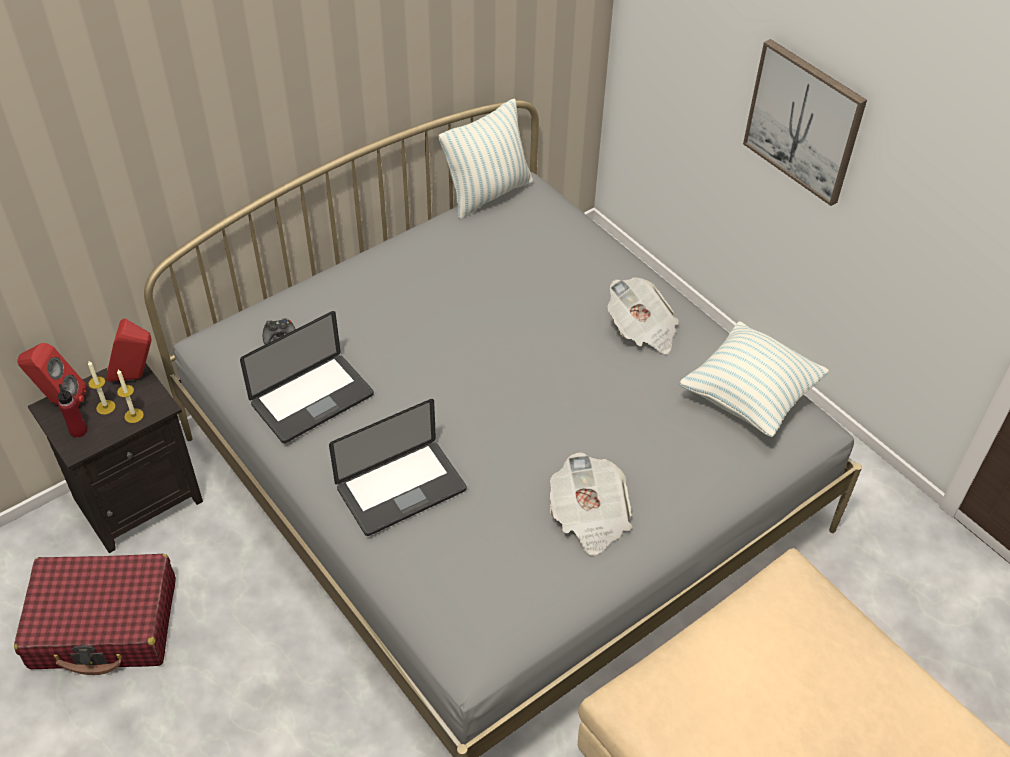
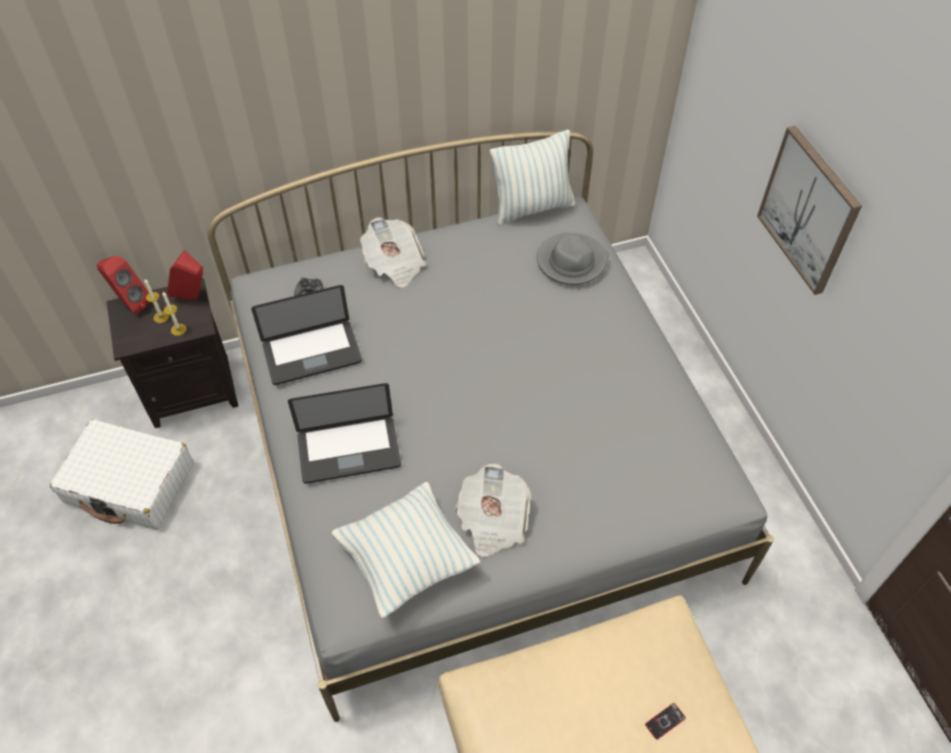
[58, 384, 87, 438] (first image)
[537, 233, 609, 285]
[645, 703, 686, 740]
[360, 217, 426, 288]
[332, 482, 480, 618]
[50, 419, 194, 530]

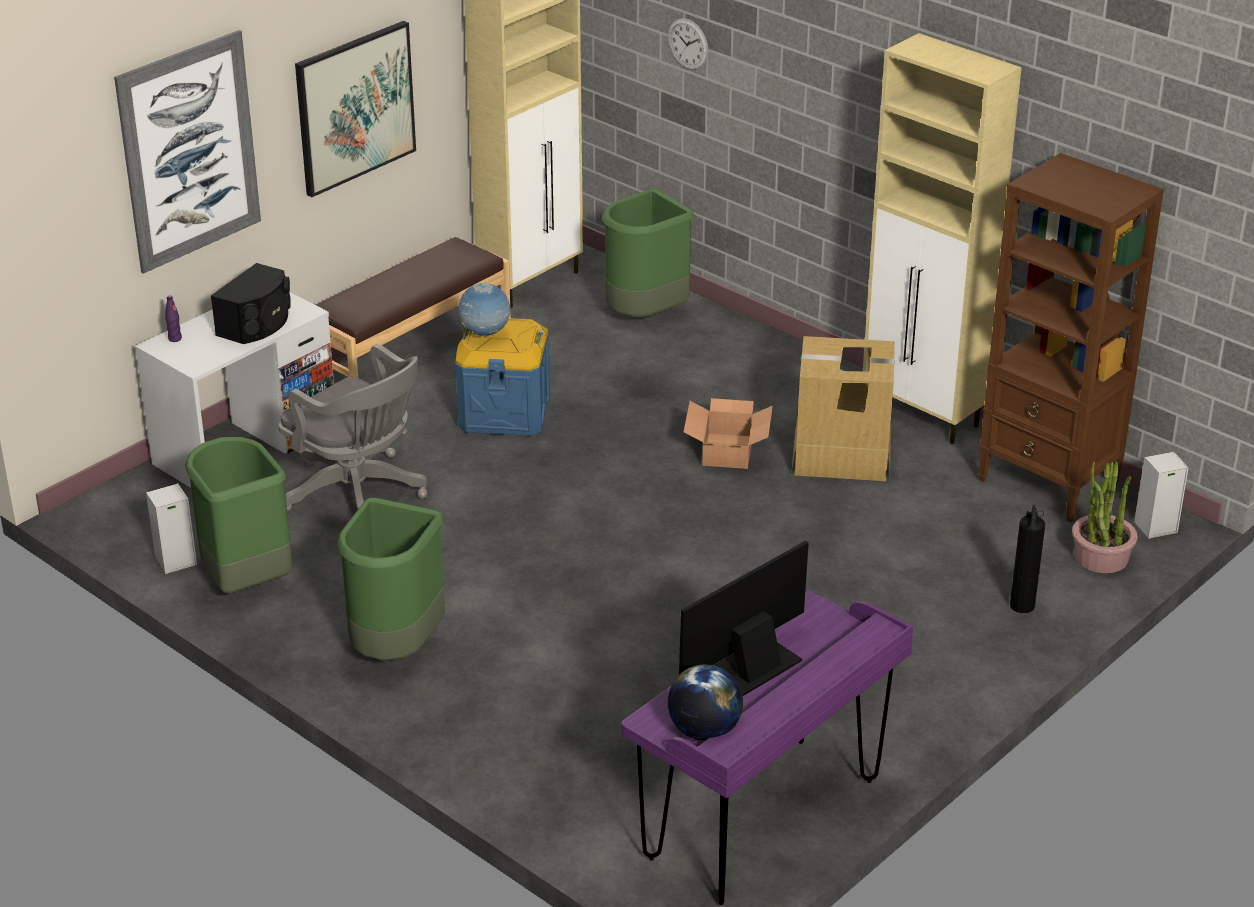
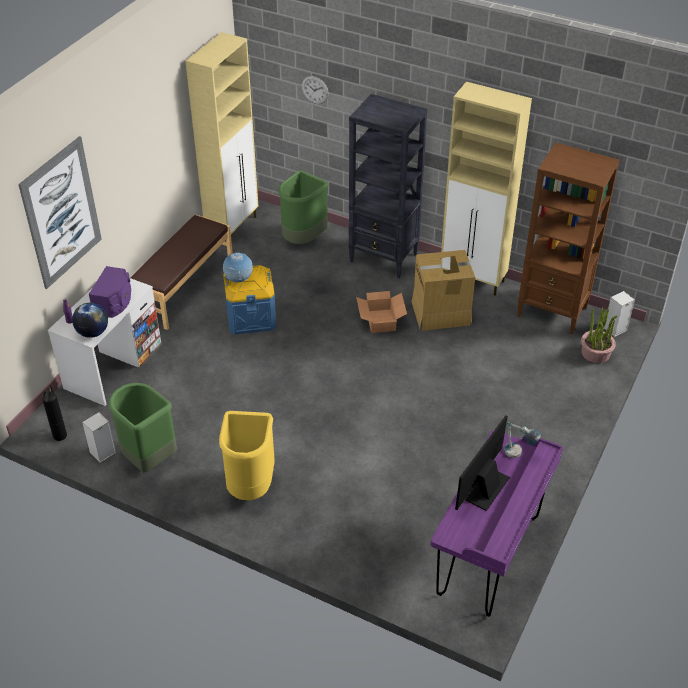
[278, 344, 427, 512] (first image)
[295, 21, 416, 197] (first image)
[349, 94, 428, 278]
[504, 422, 541, 458]
[72, 303, 108, 338]
[42, 385, 67, 441]
[89, 266, 131, 318]
[219, 411, 275, 500]

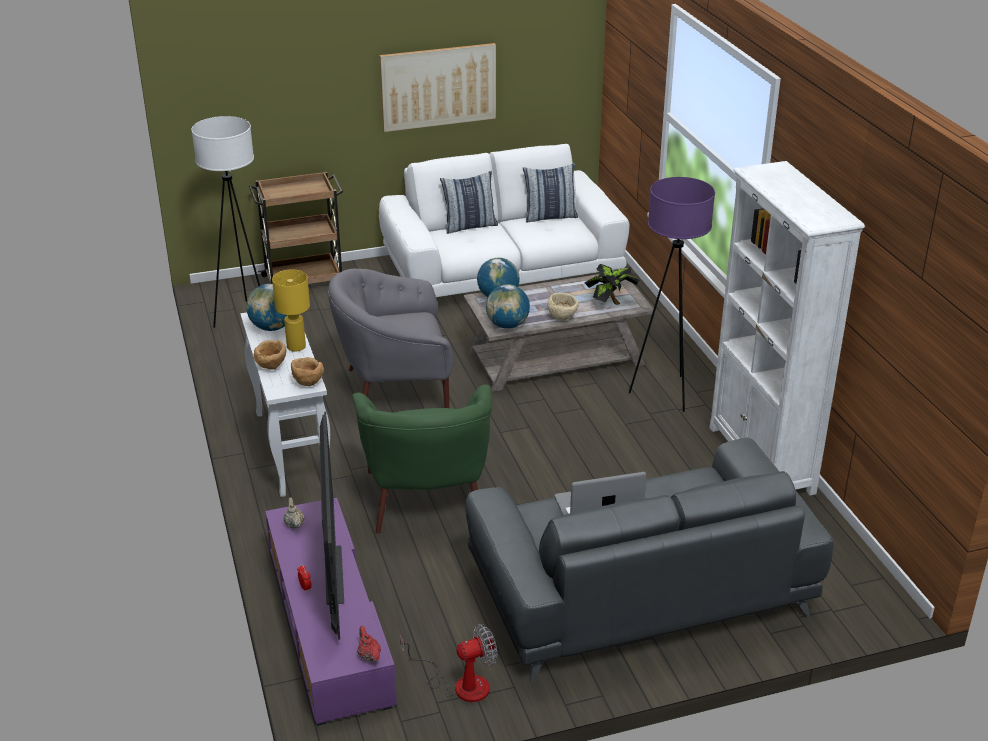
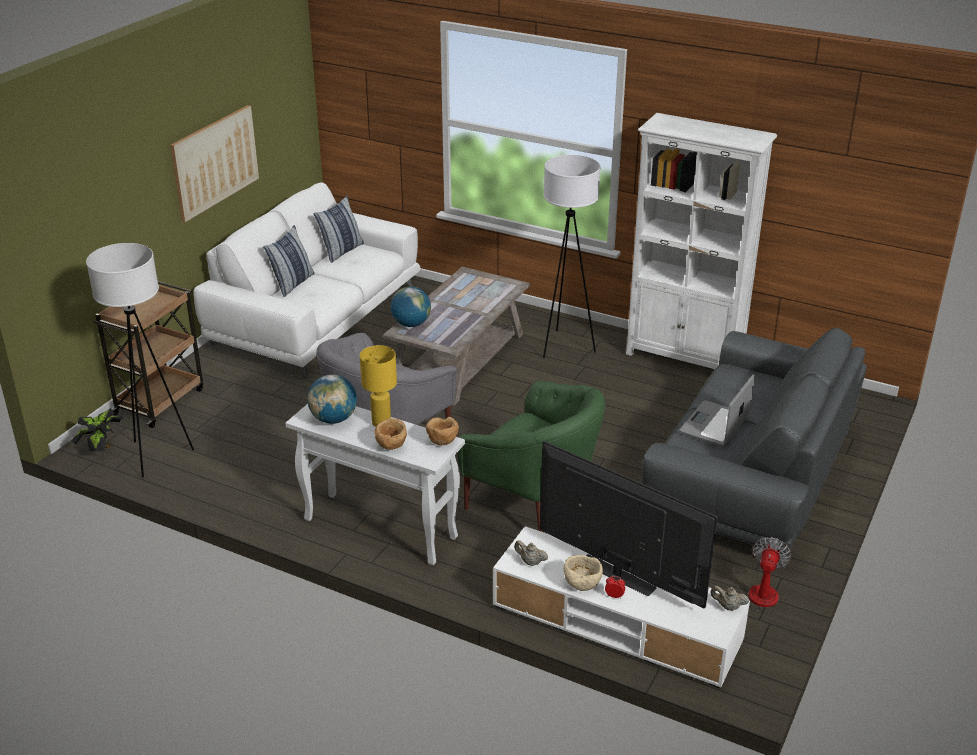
[486, 285, 530, 329] (first image)
[564, 555, 603, 591]
[71, 408, 124, 452]
[493, 526, 750, 689]
[710, 586, 749, 611]
[543, 155, 601, 358]

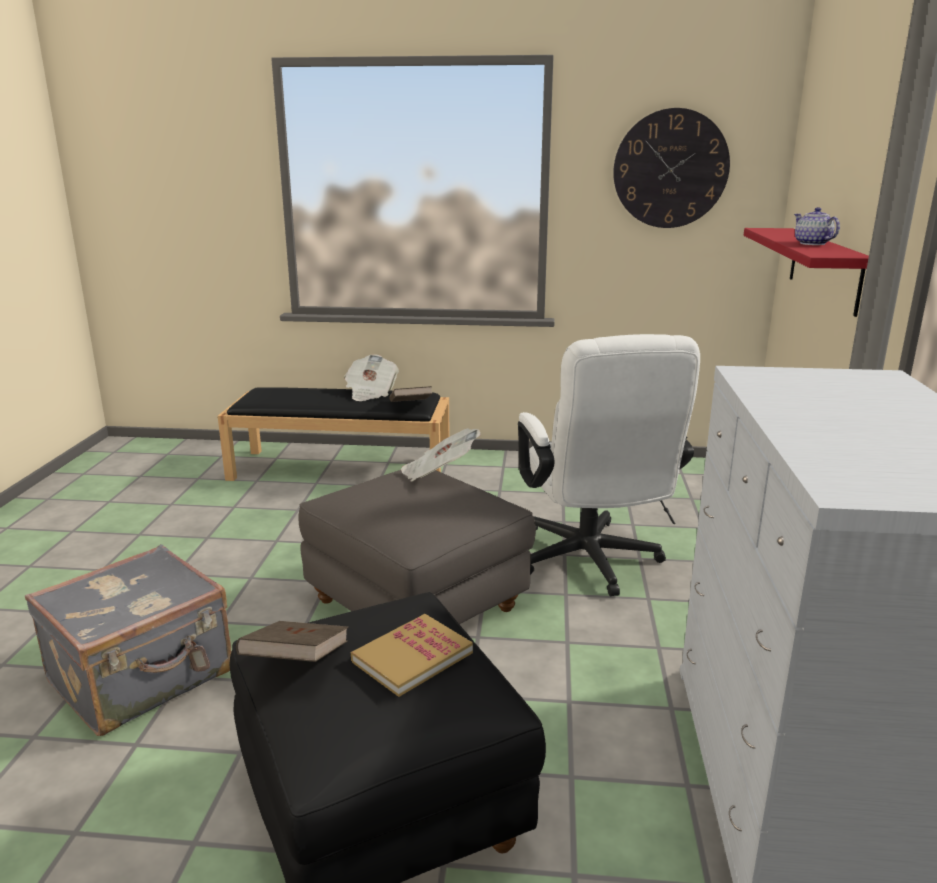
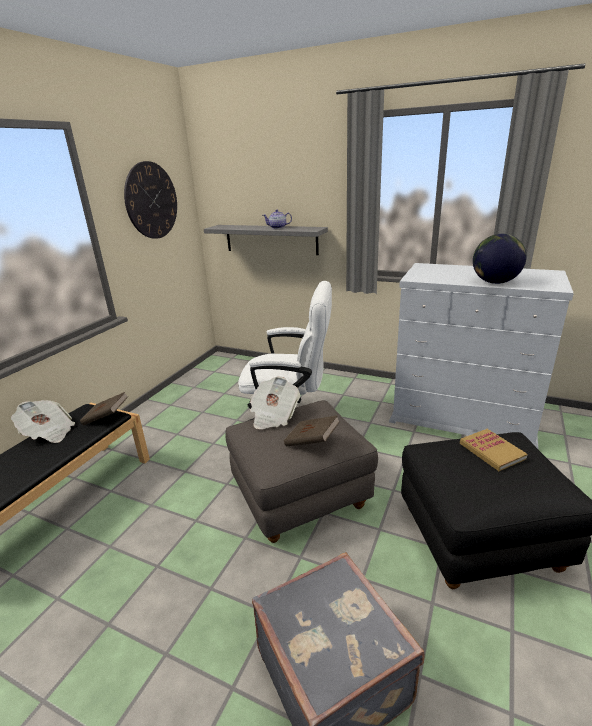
[473, 234, 526, 284]
[284, 415, 340, 446]
[204, 225, 328, 255]

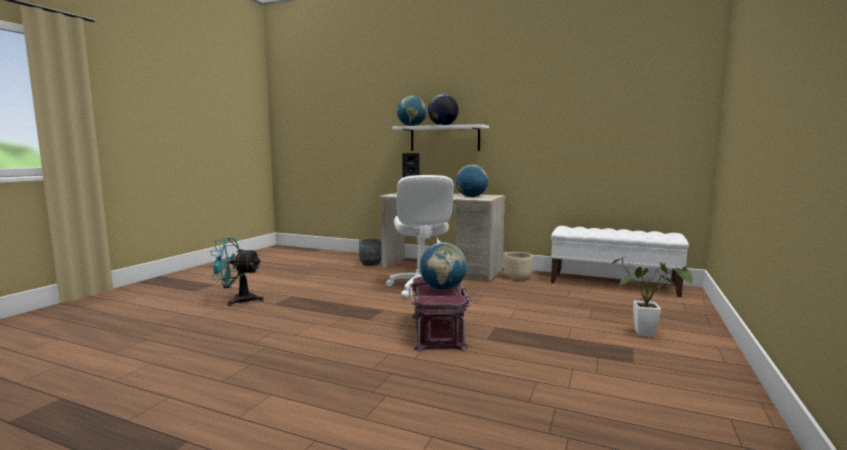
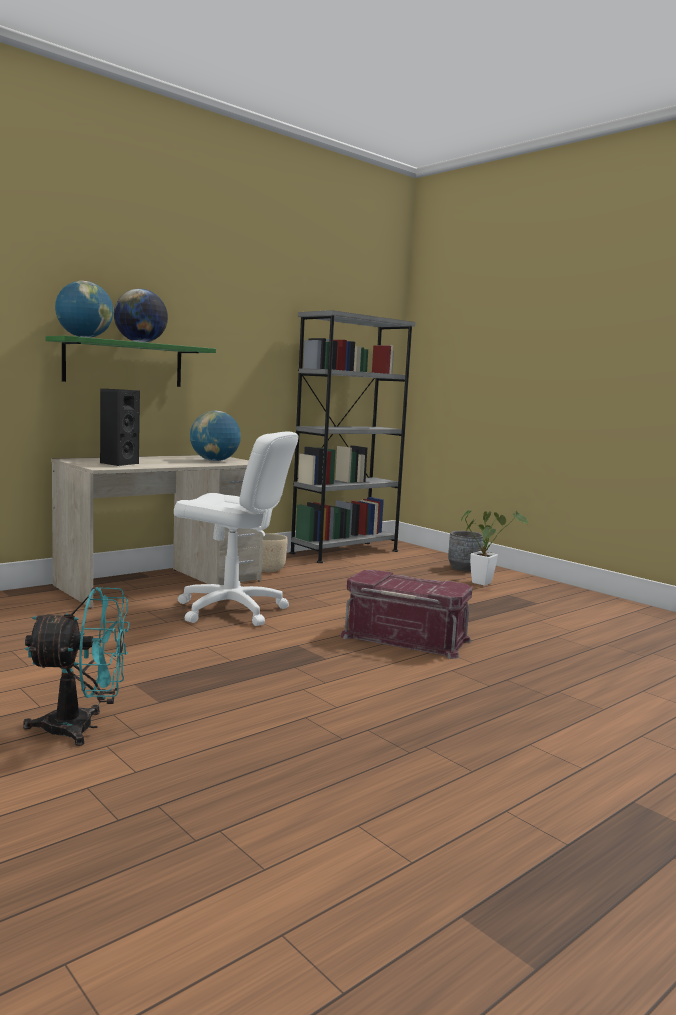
[420, 242, 467, 290] (first image)
[448, 531, 484, 572]
[289, 310, 416, 563]
[45, 336, 216, 387]
[23, 587, 130, 746]

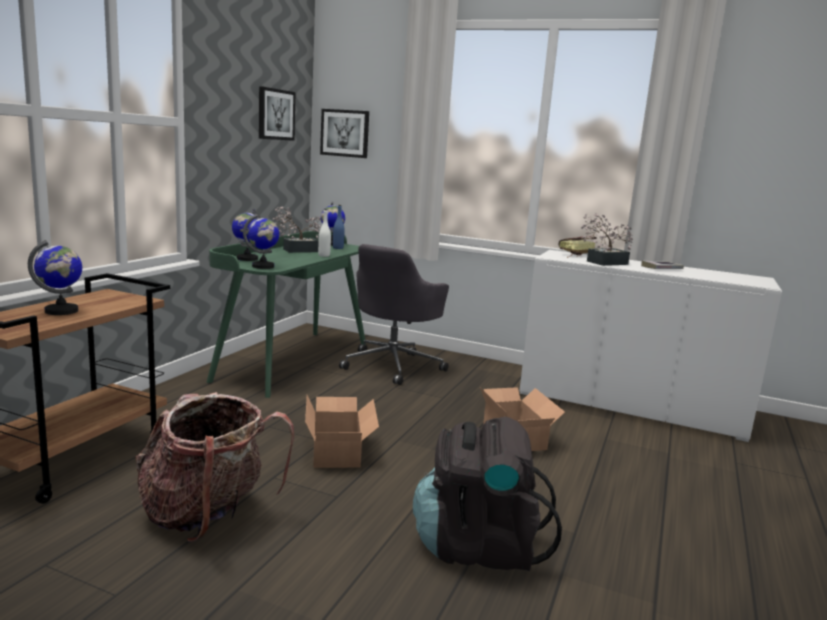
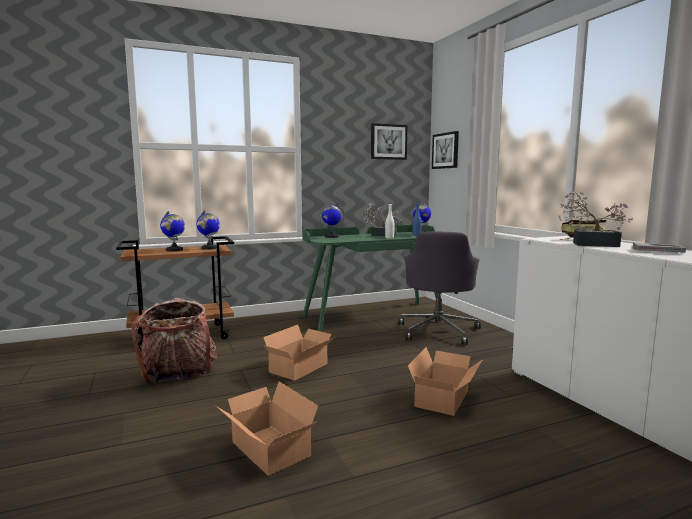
[196, 210, 220, 250]
[216, 382, 318, 476]
[399, 232, 481, 345]

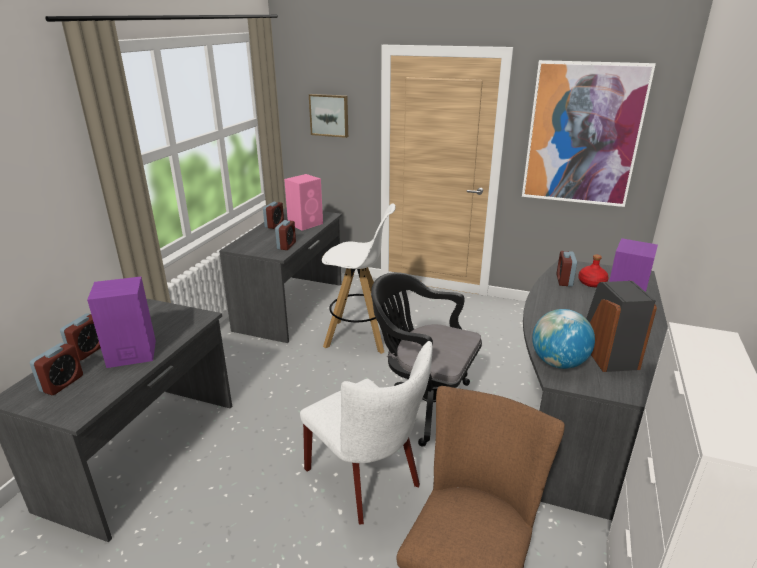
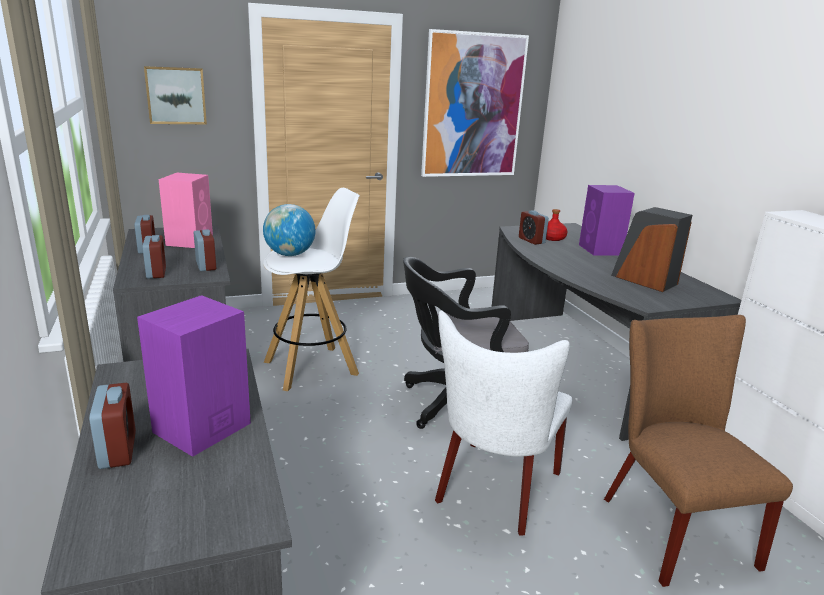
[142, 235, 166, 279]
[263, 204, 316, 256]
[435, 311, 573, 536]

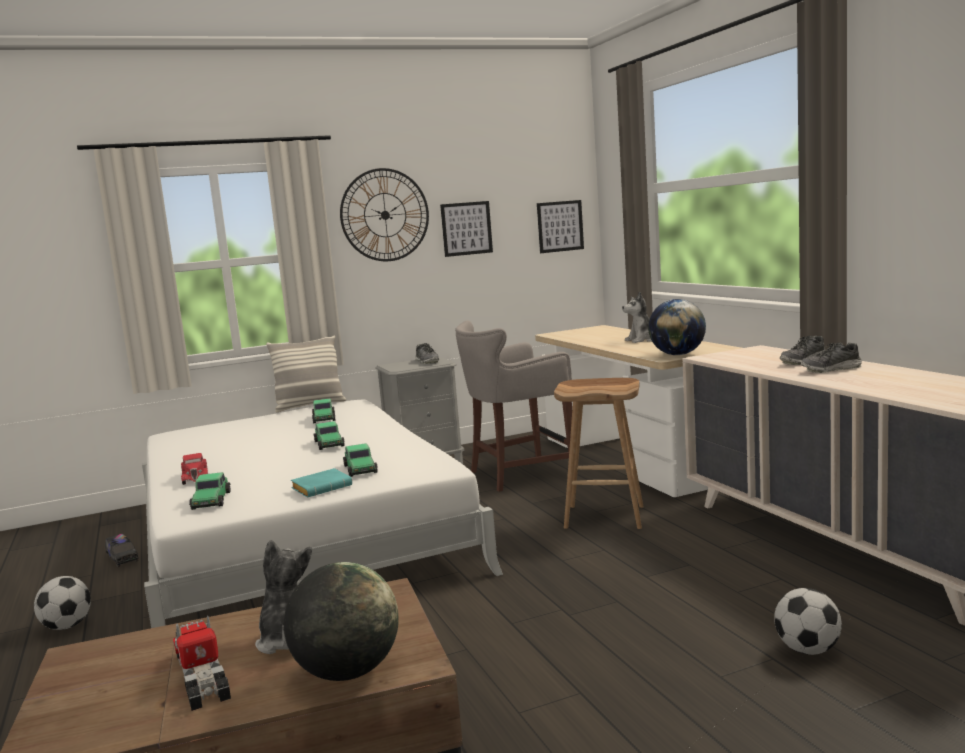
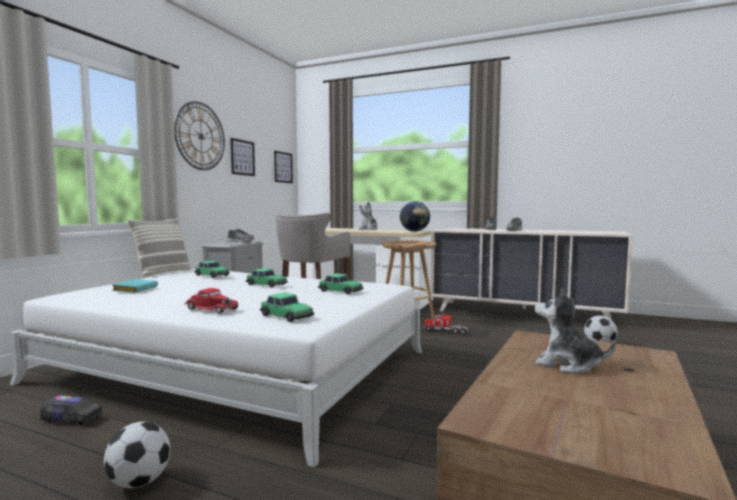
[284, 562, 399, 681] (first image)
[424, 312, 468, 334]
[112, 279, 158, 293]

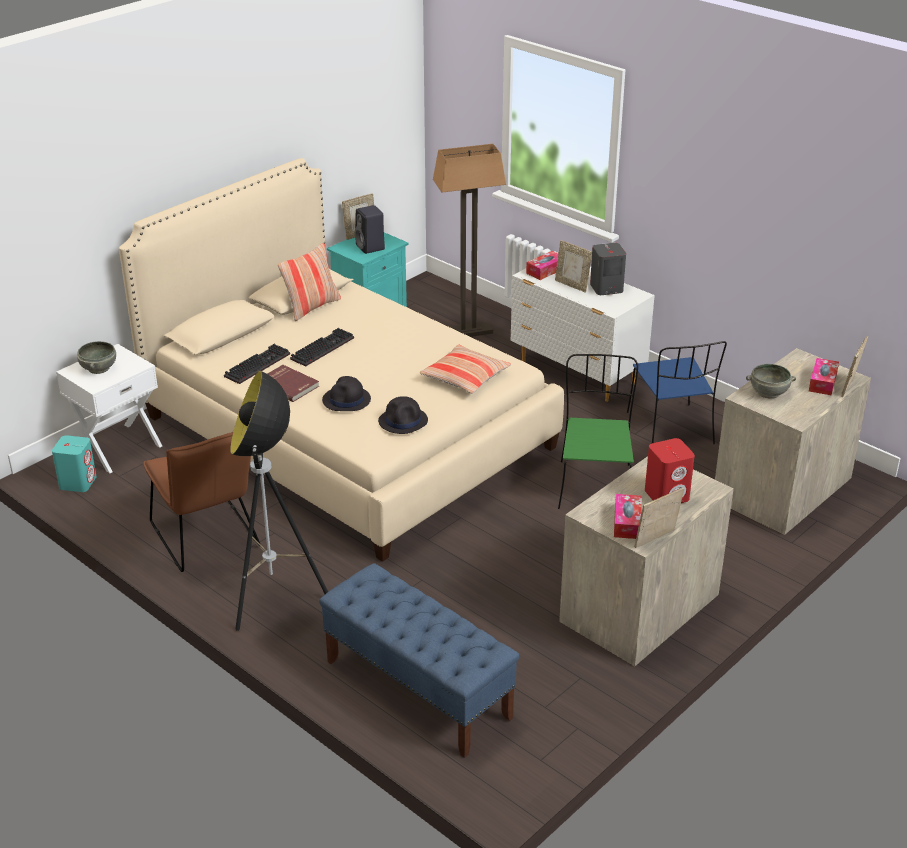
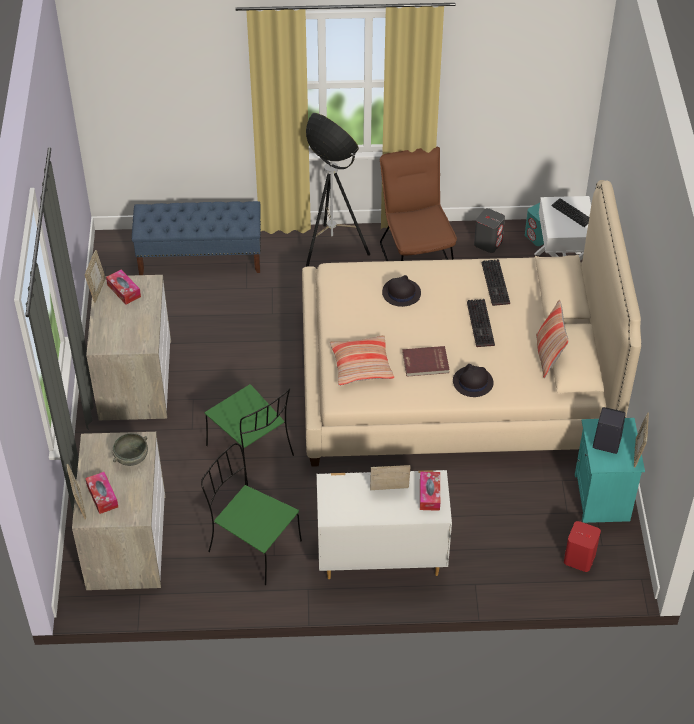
[433, 144, 506, 337] (first image)
[402, 346, 450, 377]
[453, 364, 494, 397]
[474, 208, 505, 253]
[564, 521, 601, 572]
[551, 198, 589, 227]
[201, 443, 302, 585]
[380, 146, 457, 261]

